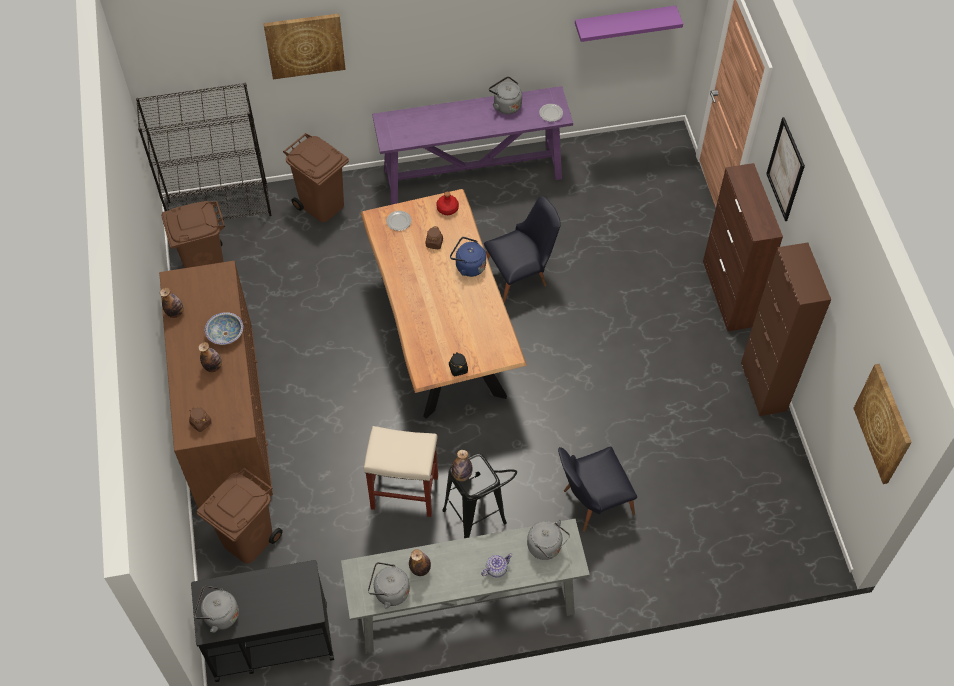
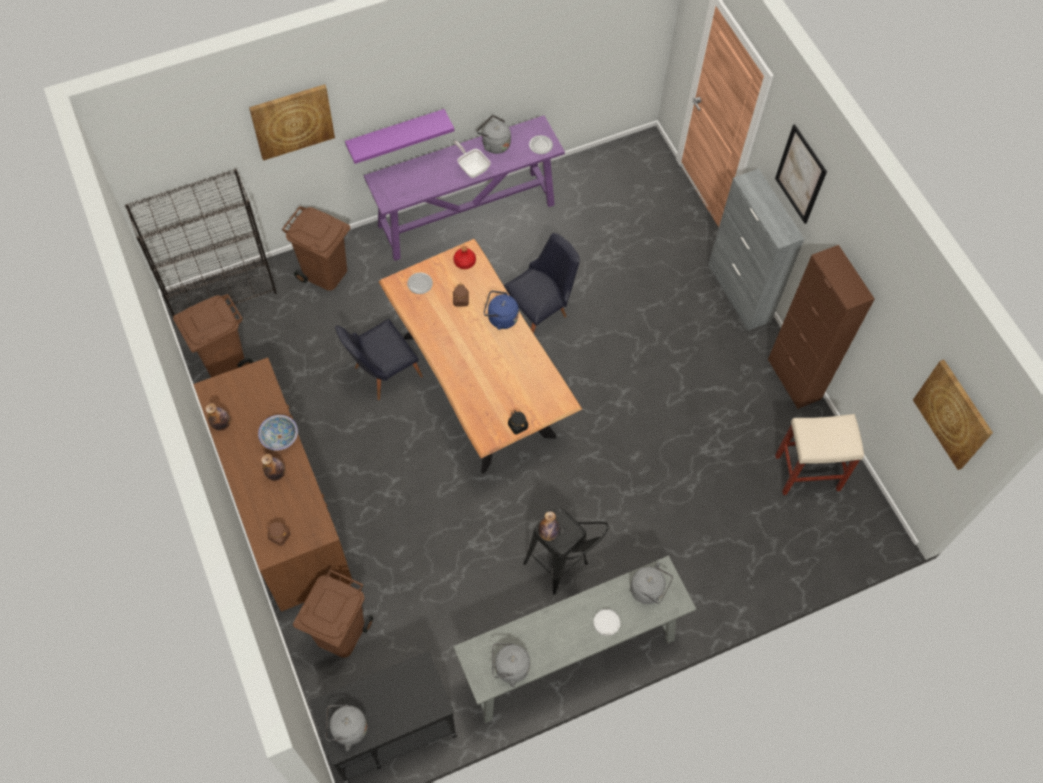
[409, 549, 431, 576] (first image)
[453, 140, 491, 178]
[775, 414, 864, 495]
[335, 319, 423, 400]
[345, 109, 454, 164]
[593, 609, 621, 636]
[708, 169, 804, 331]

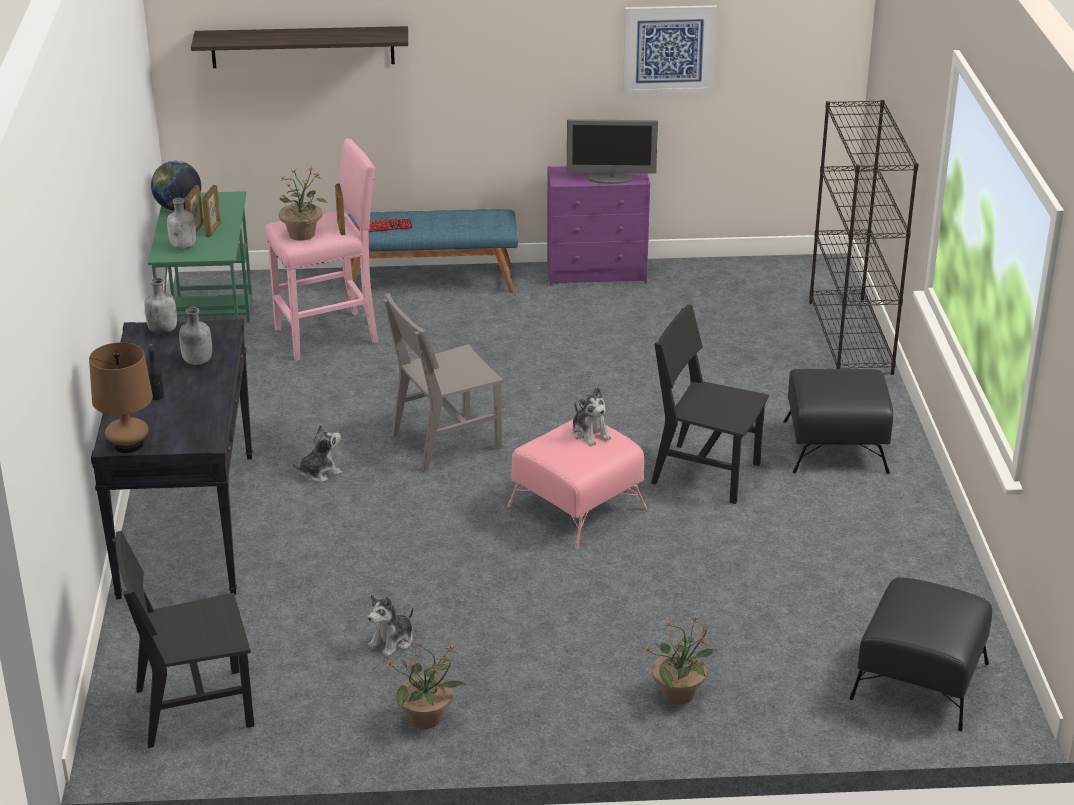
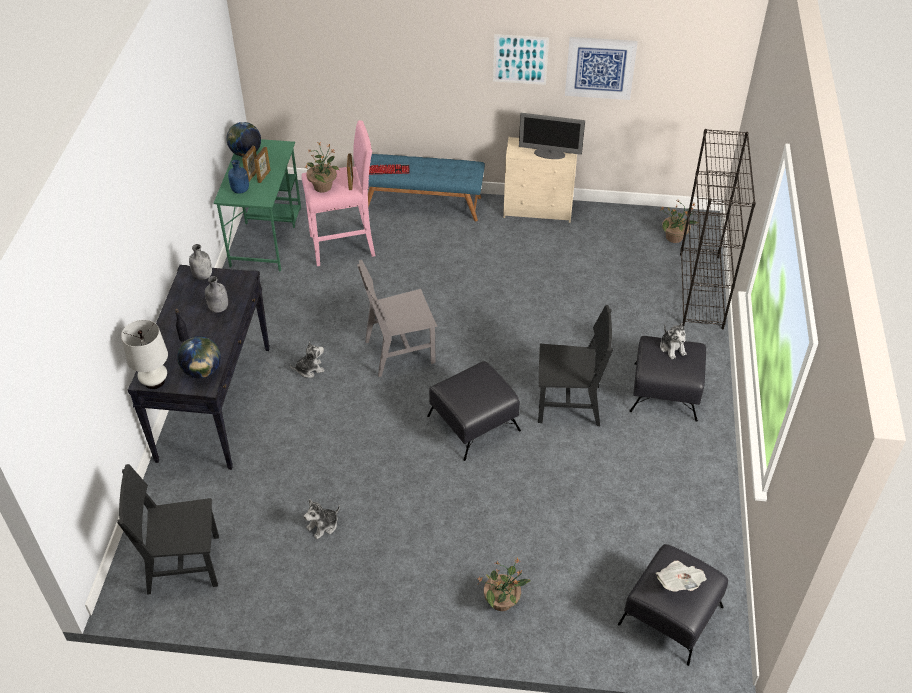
[191, 26, 408, 68] (first image)
[177, 336, 221, 378]
[493, 34, 549, 85]
[656, 560, 707, 592]
[660, 200, 697, 243]
[660, 323, 687, 359]
[121, 320, 168, 389]
[228, 160, 249, 194]
[427, 361, 521, 461]
[503, 137, 577, 223]
[538, 305, 613, 426]

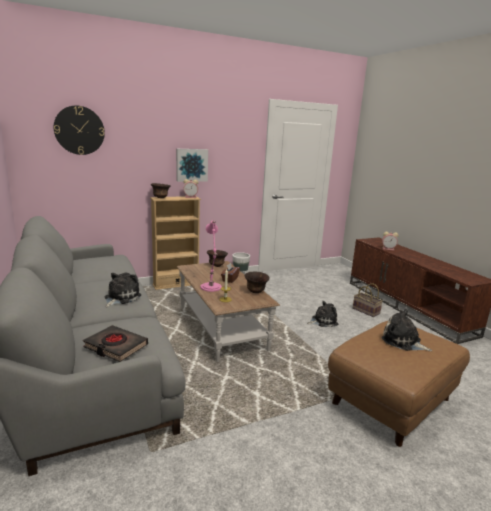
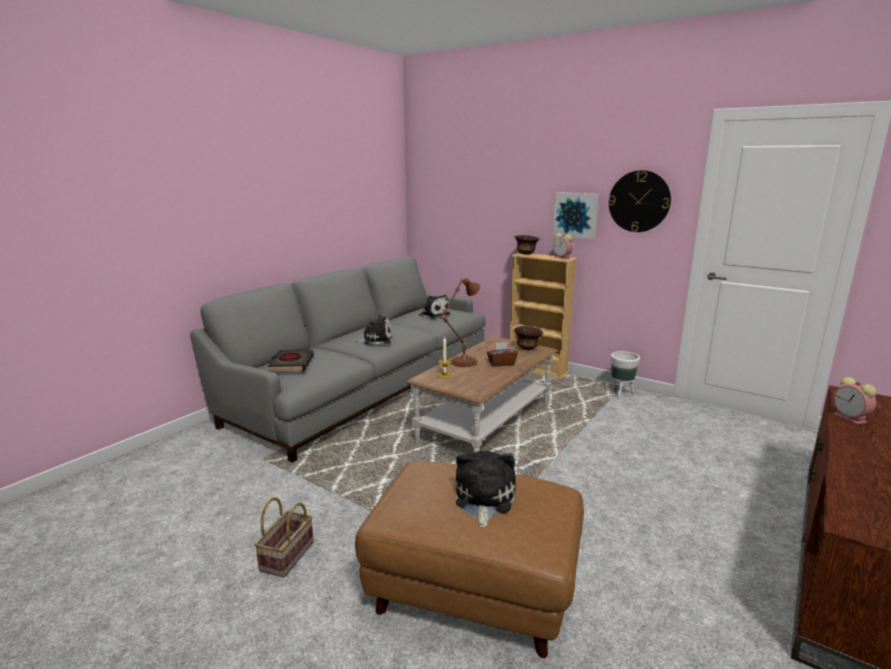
[245, 272, 270, 293] (first image)
[609, 170, 671, 232]
[417, 295, 450, 319]
[254, 497, 314, 577]
[441, 278, 480, 367]

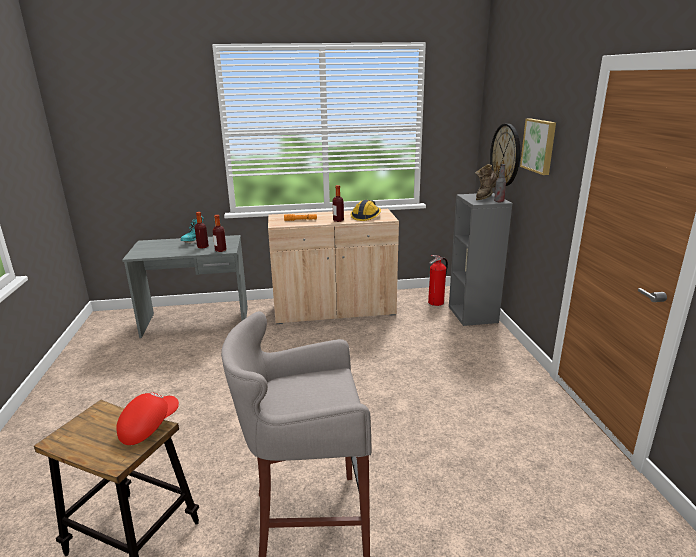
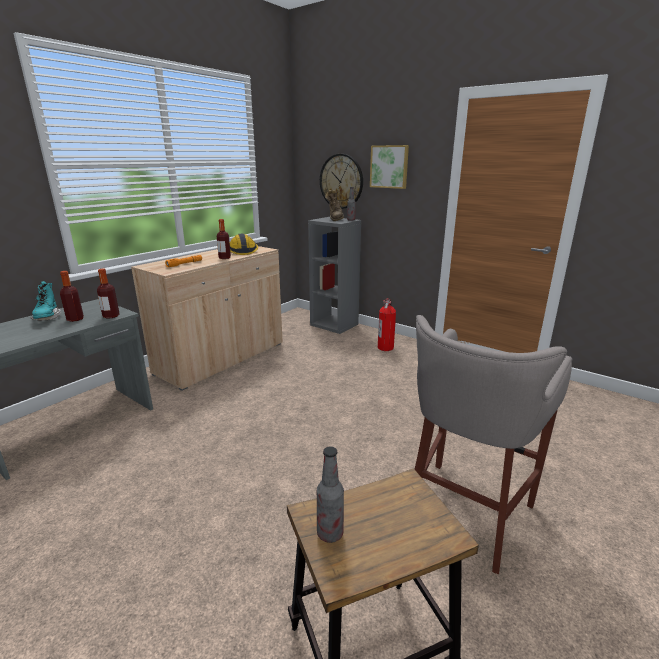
[116, 392, 179, 445] (first image)
[317, 446, 344, 543]
[378, 299, 396, 351]

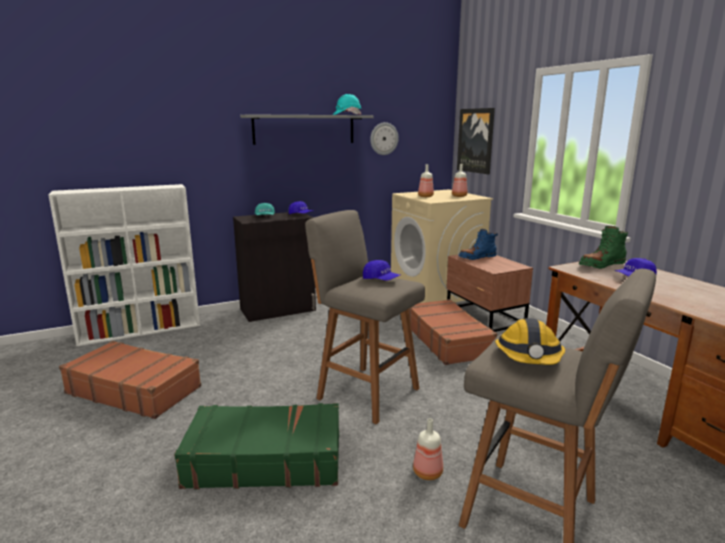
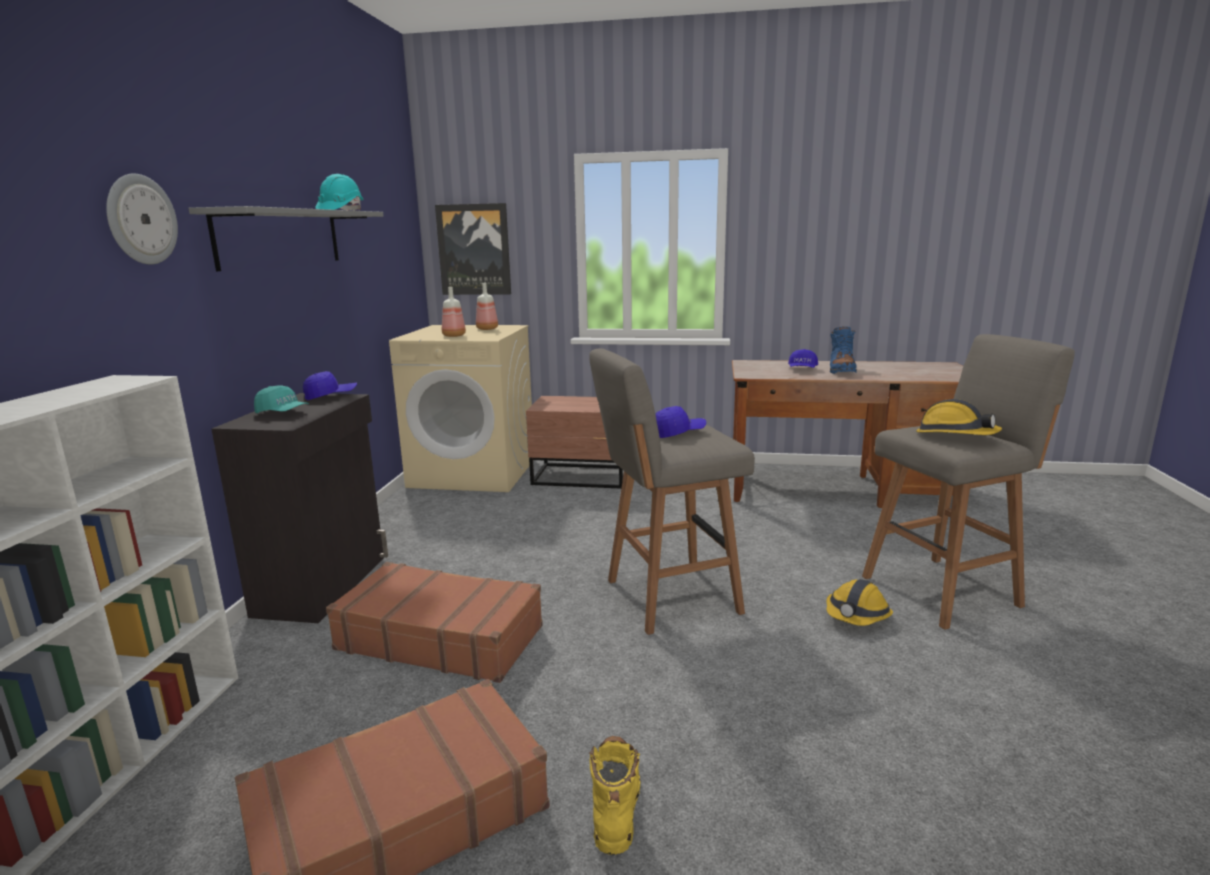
[174, 403, 339, 490] (first image)
[579, 226, 628, 269] (first image)
[589, 736, 640, 855]
[106, 173, 178, 265]
[326, 562, 543, 683]
[830, 326, 857, 374]
[826, 579, 893, 626]

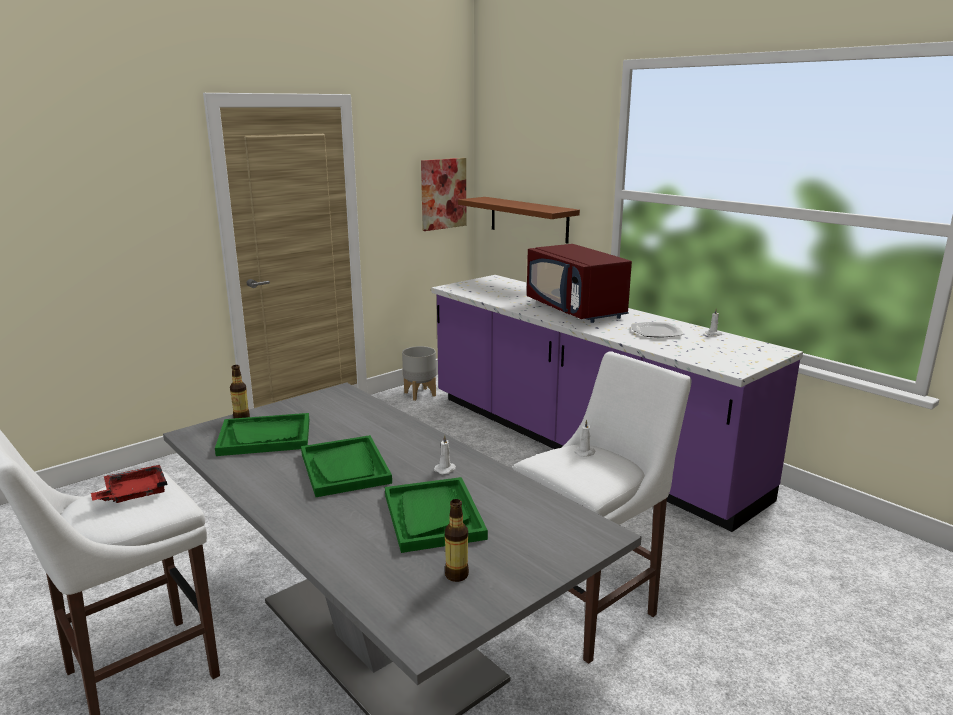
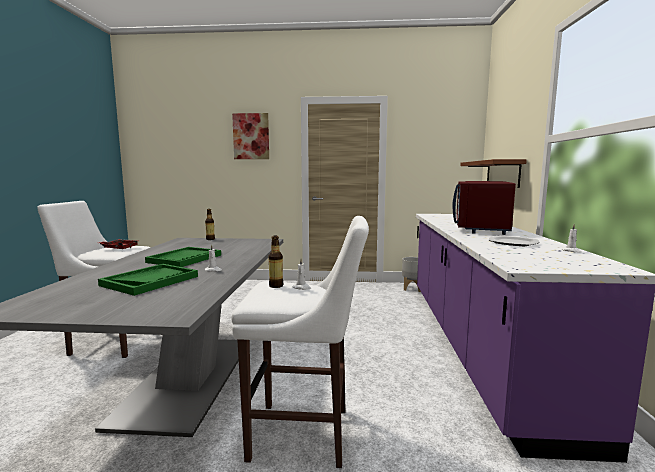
[215, 413, 309, 456] (first image)
[232, 113, 269, 159]
[268, 236, 283, 288]

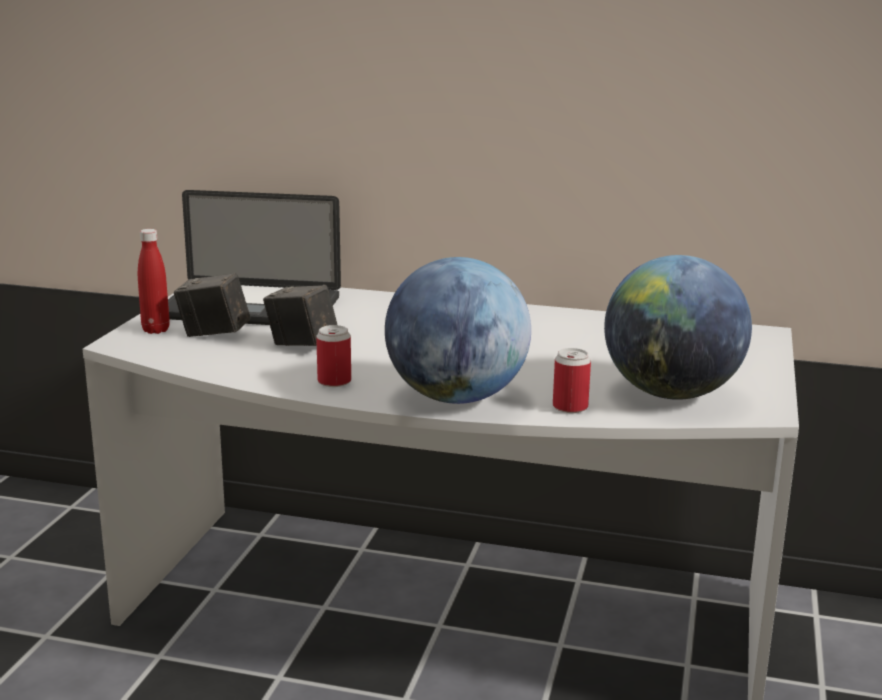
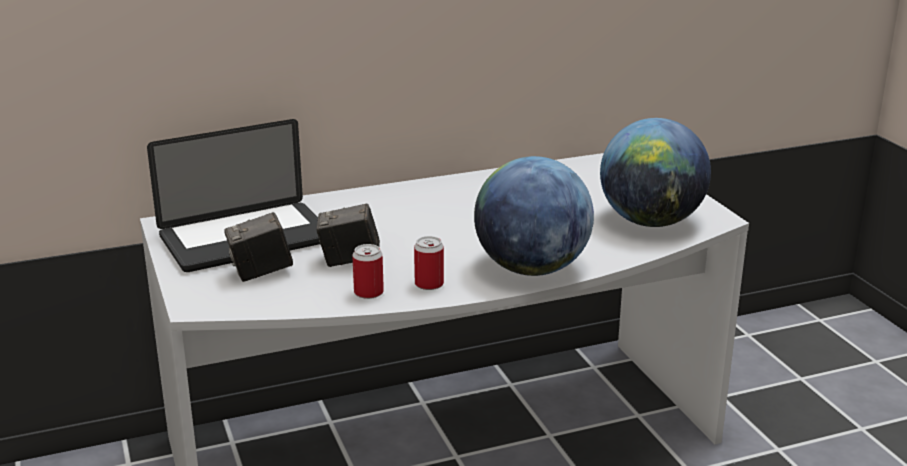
[138, 229, 170, 334] (first image)
[352, 244, 384, 299]

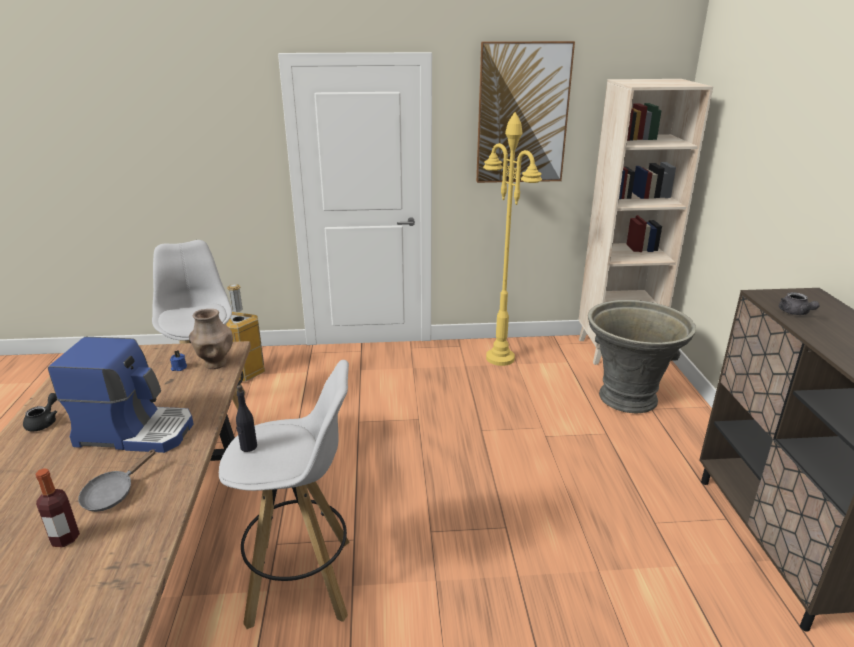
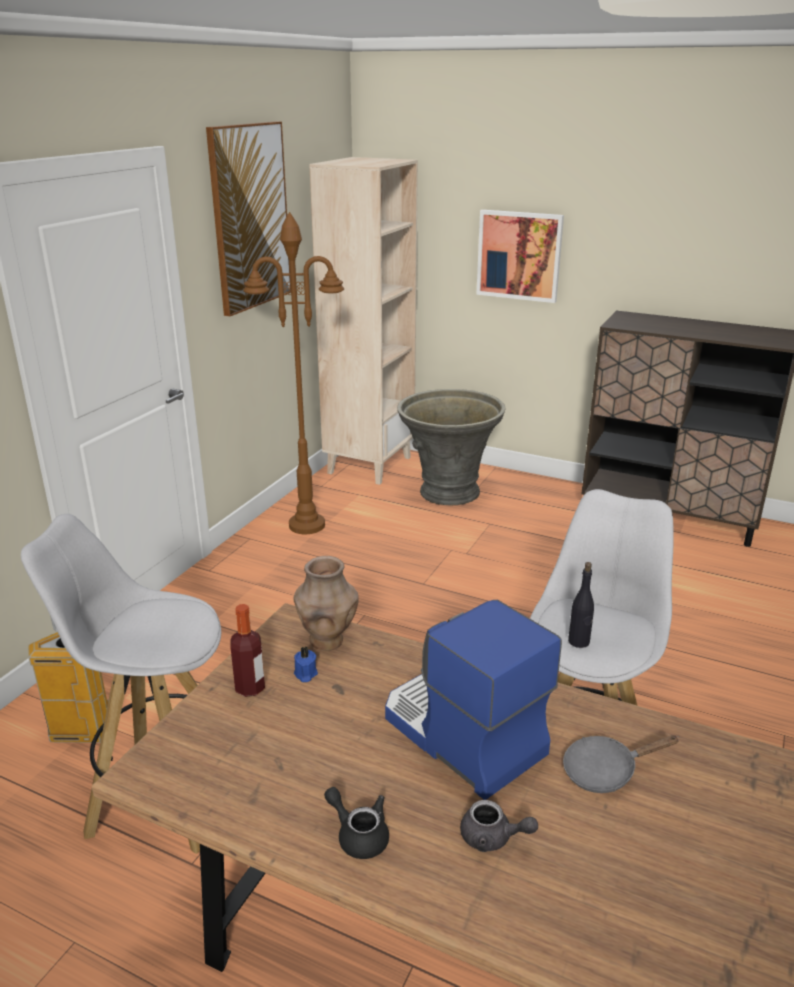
[476, 210, 564, 303]
[230, 604, 265, 697]
[460, 800, 538, 852]
[243, 212, 344, 534]
[385, 600, 562, 800]
[563, 735, 680, 793]

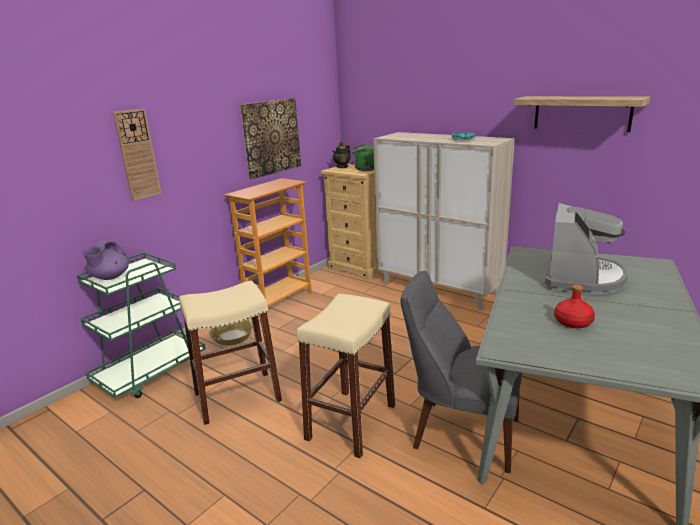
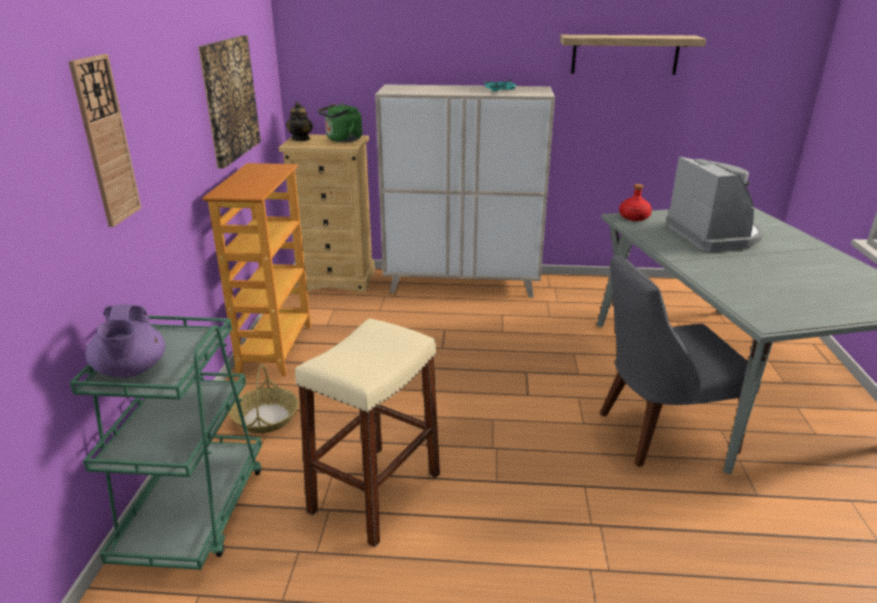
[297, 294, 395, 458] (first image)
[619, 184, 652, 221]

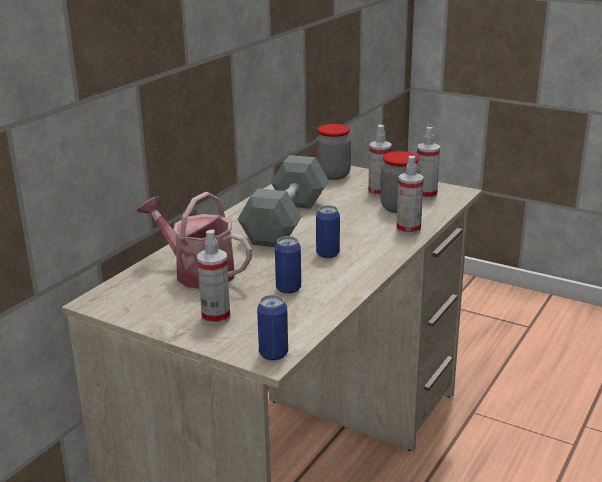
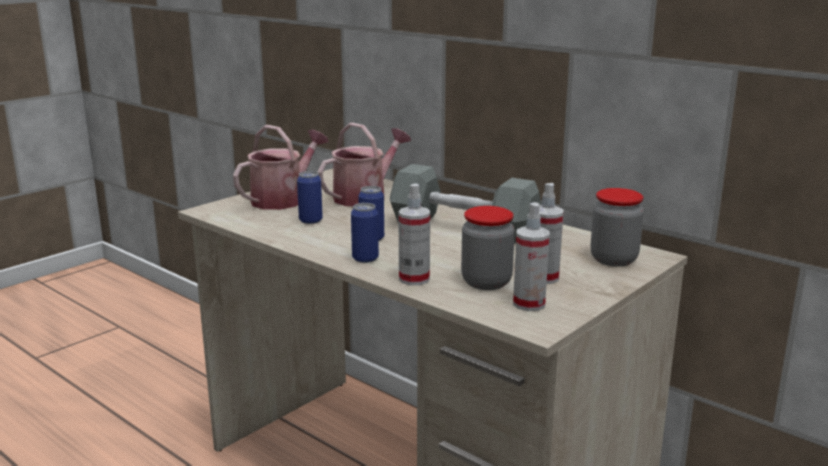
[351, 203, 379, 263]
[233, 125, 329, 210]

